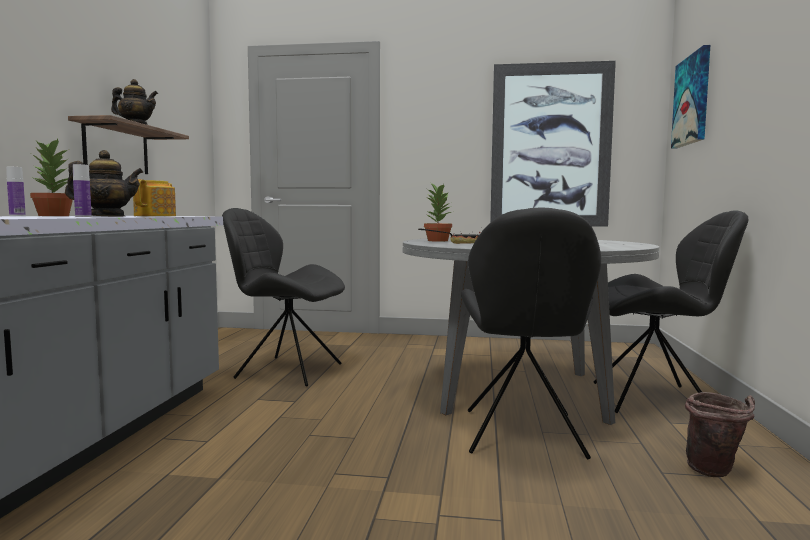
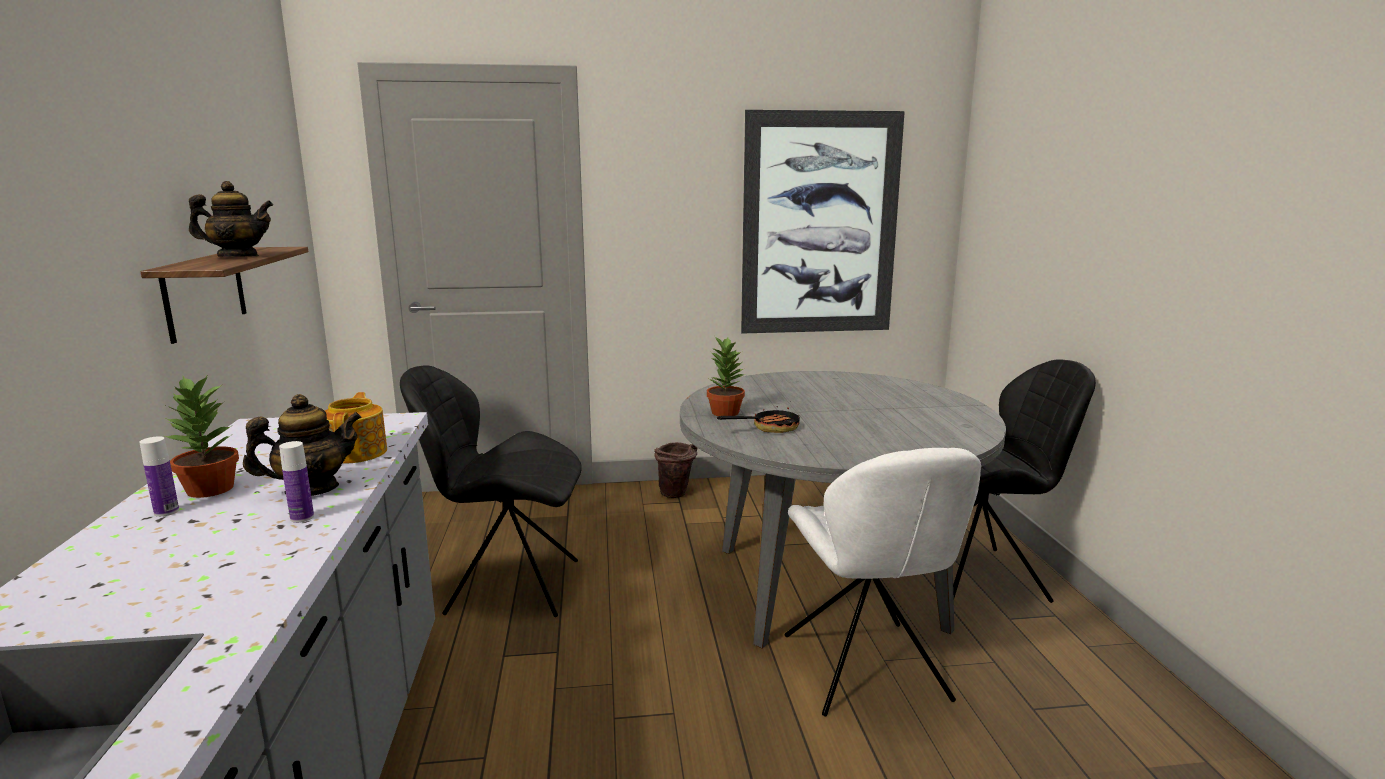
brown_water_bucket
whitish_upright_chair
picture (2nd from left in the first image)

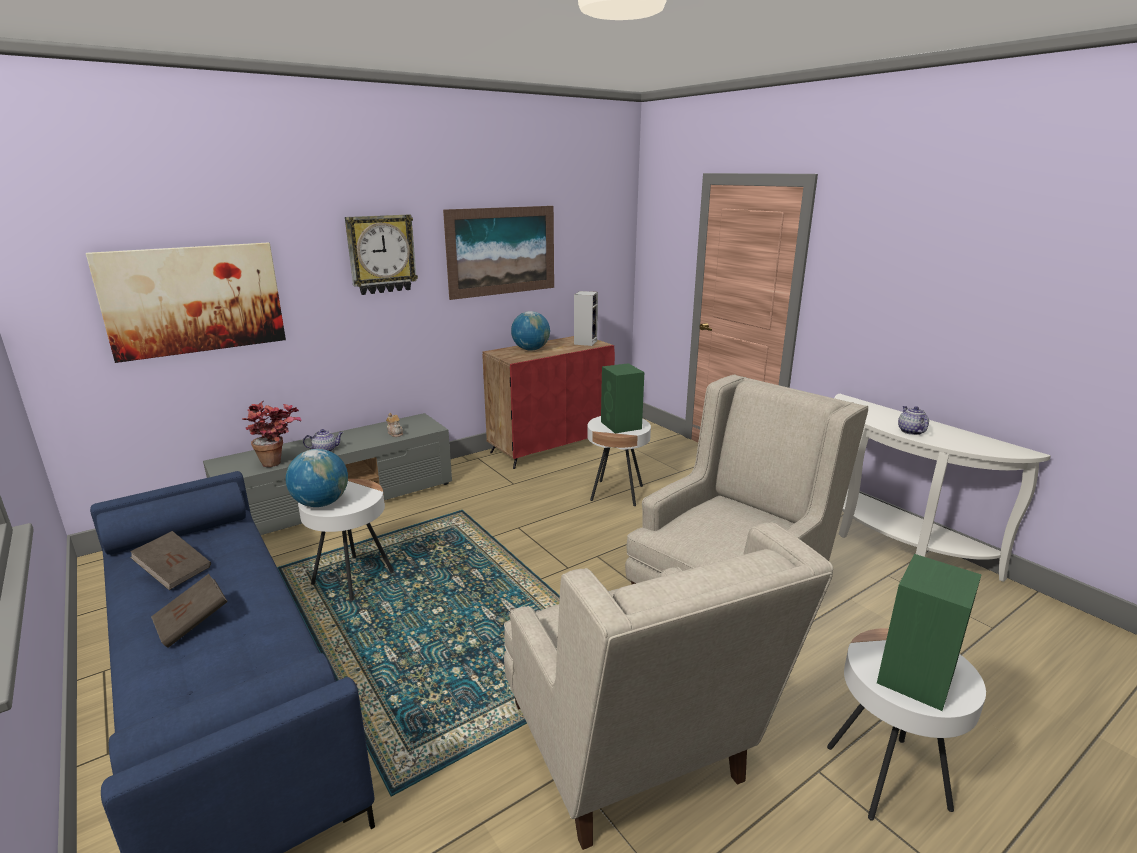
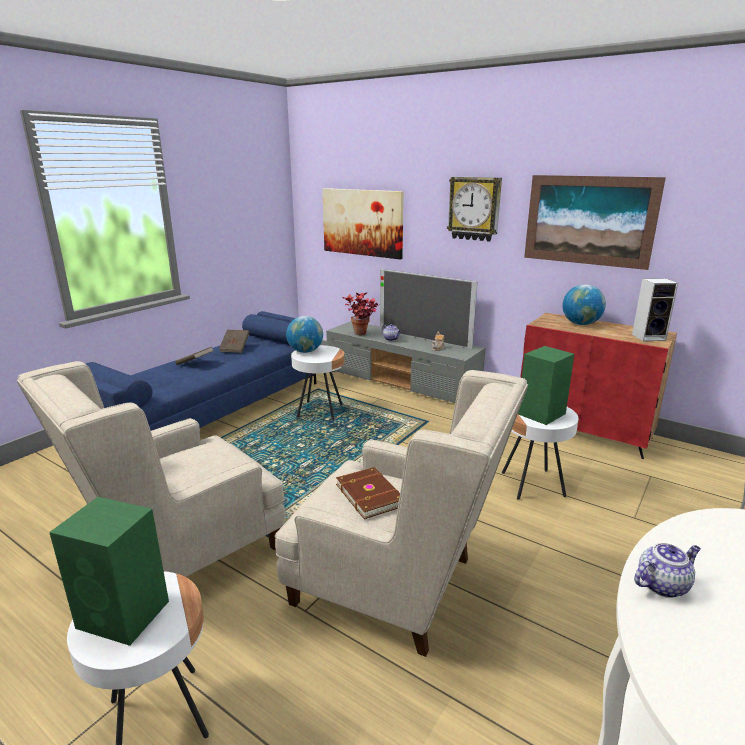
brown_book (3rd from left)
television

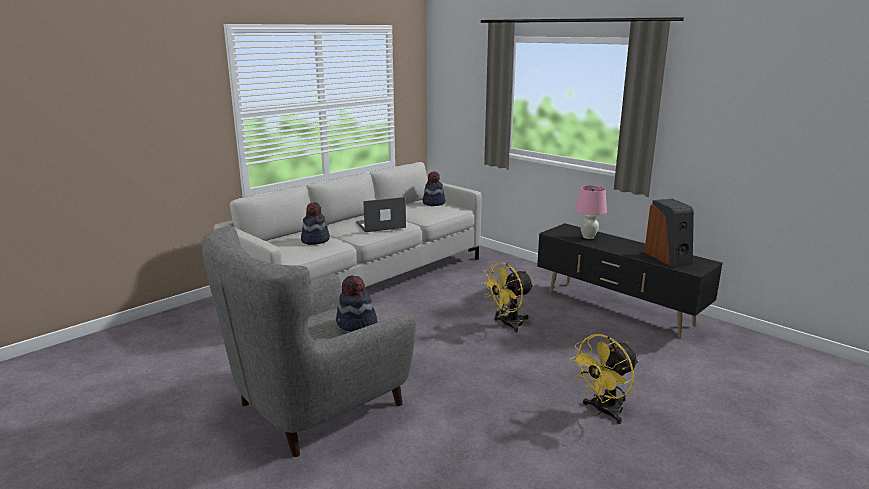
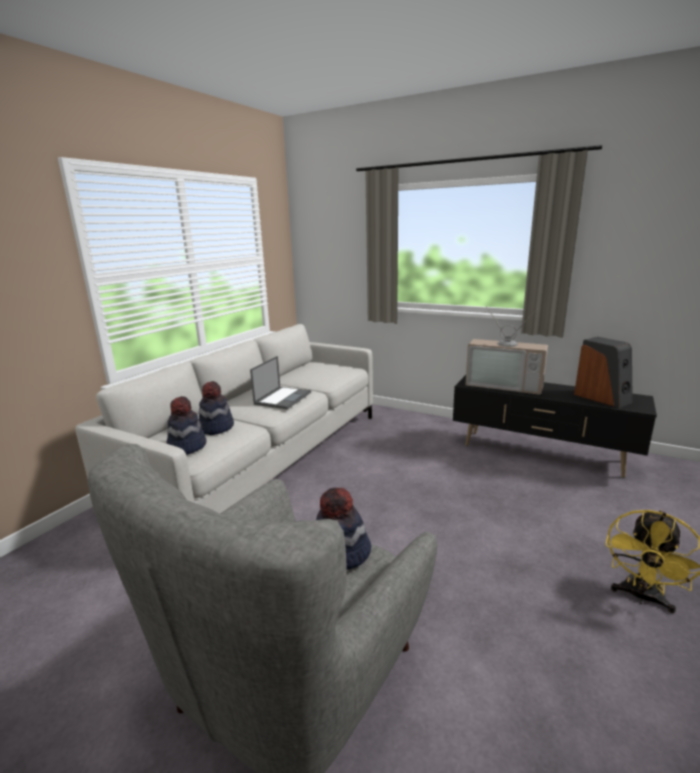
hat (1st from left)
portable_computer
television
yellowish_cooling_fan (1st from left in the first image)

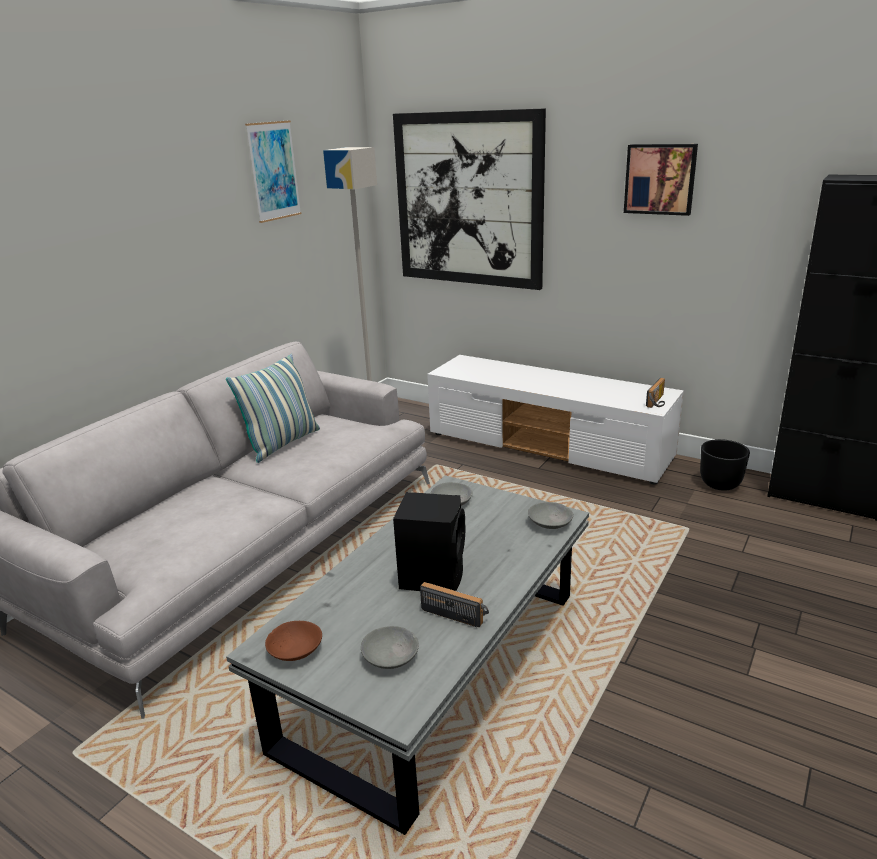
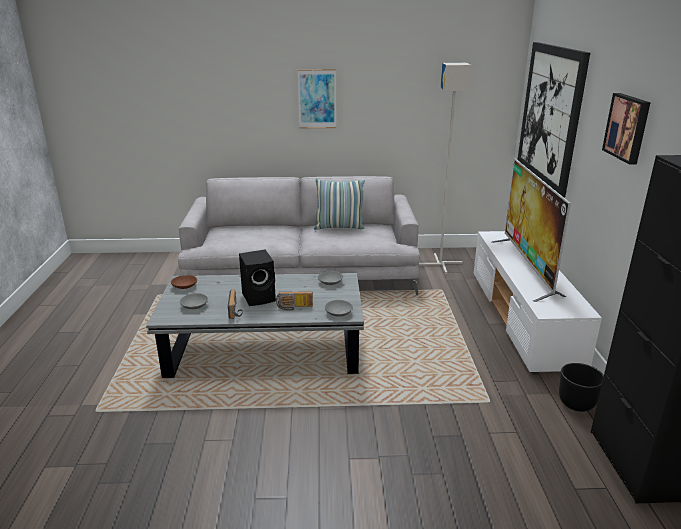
radio_receiver (2nd from left)
picture (1st from left)
television

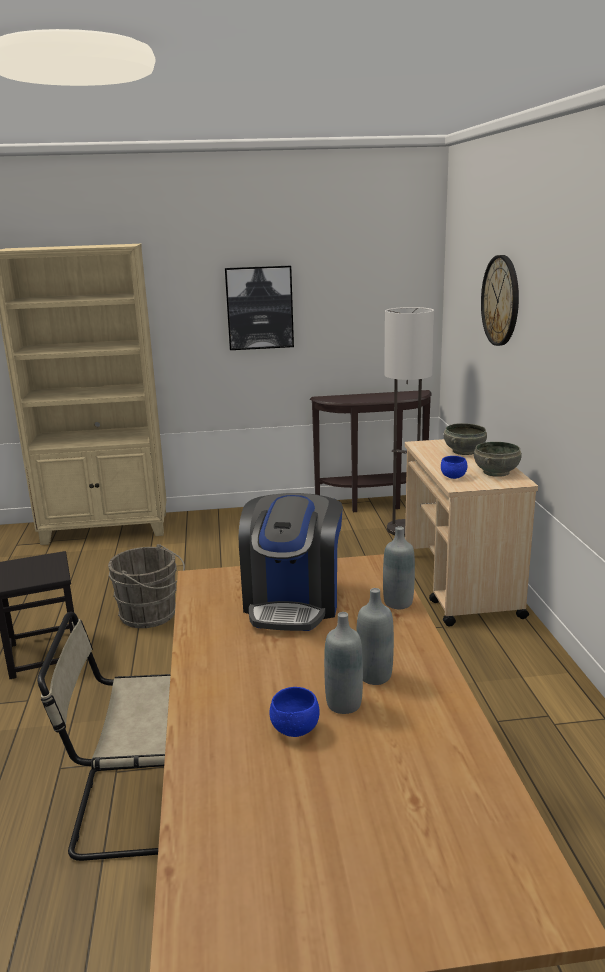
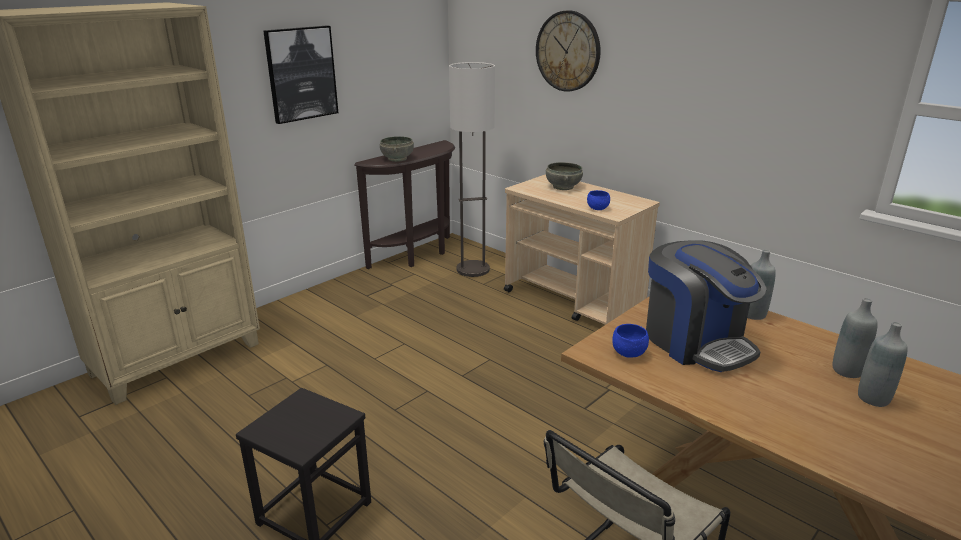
grey_deep_dish (1st from left)
blue-coloured_deep_dish (2nd from left)
grey_water_bucket

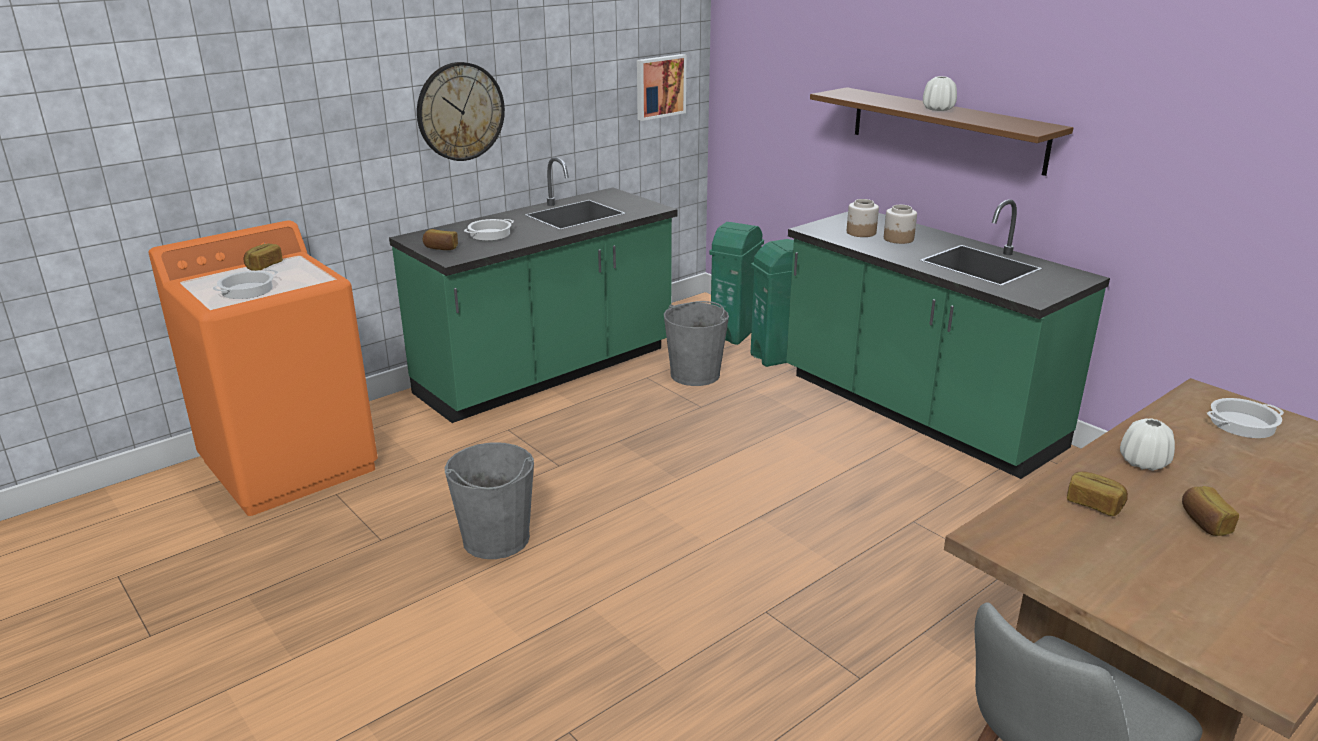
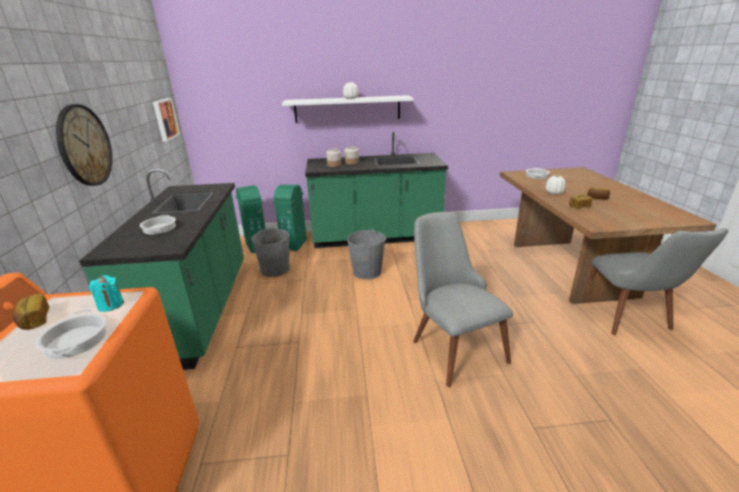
turquoise_wax_light
whitish_wall_shelf
grey_water_bucket (2nd from left)
grey_upright_chair (1st from left)
bread (2nd from left in the first image)

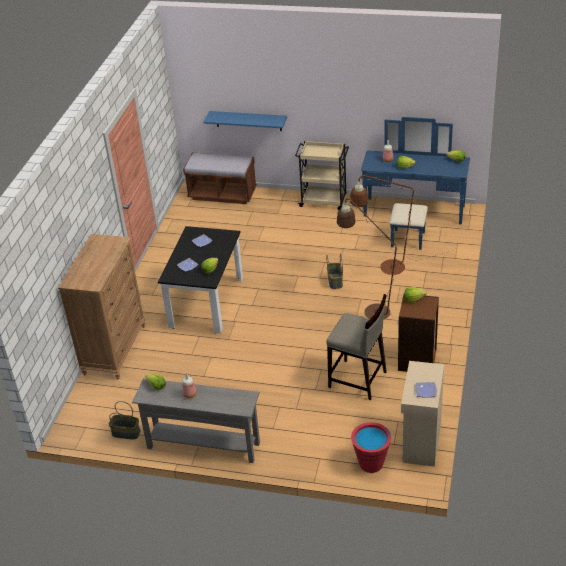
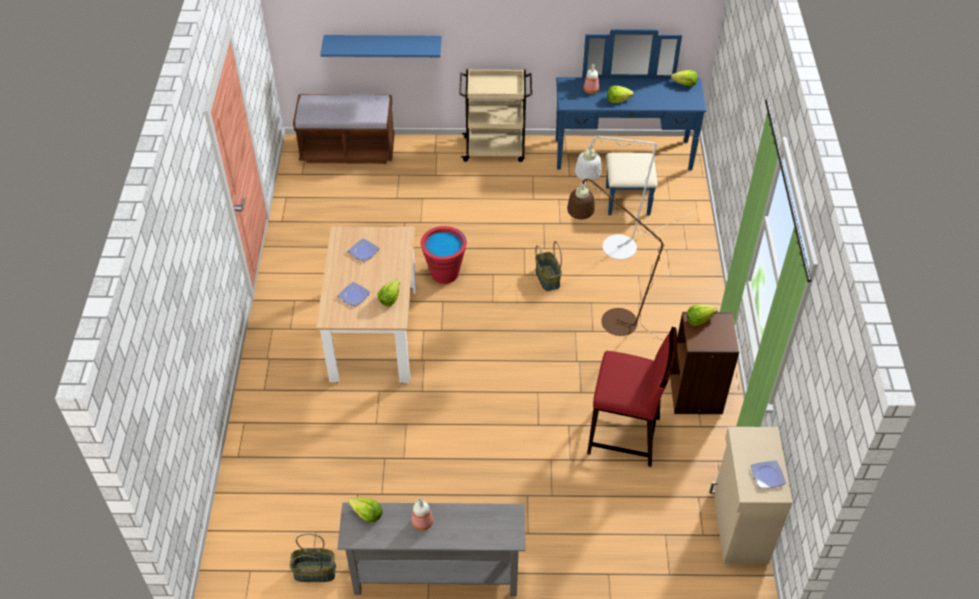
beige_dining_table
red-coloured_water_bucket
whitish_standing_lamp
red-coloured_stool
brown_dresser

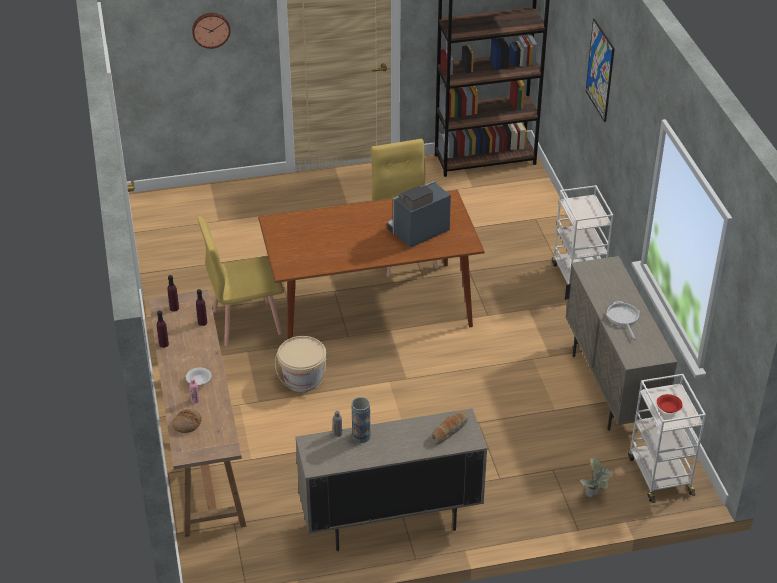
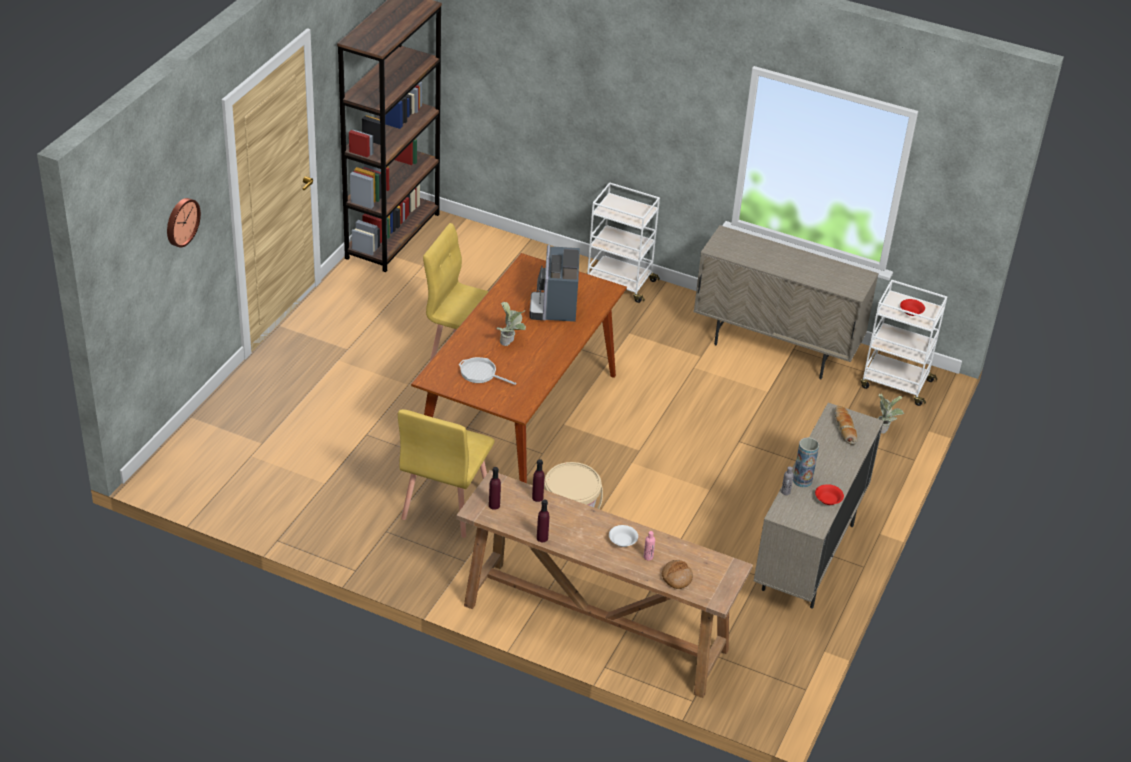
pan
plant_in_a_pot (1st from left)
red-coloured_deep_dish (1st from left)
picture

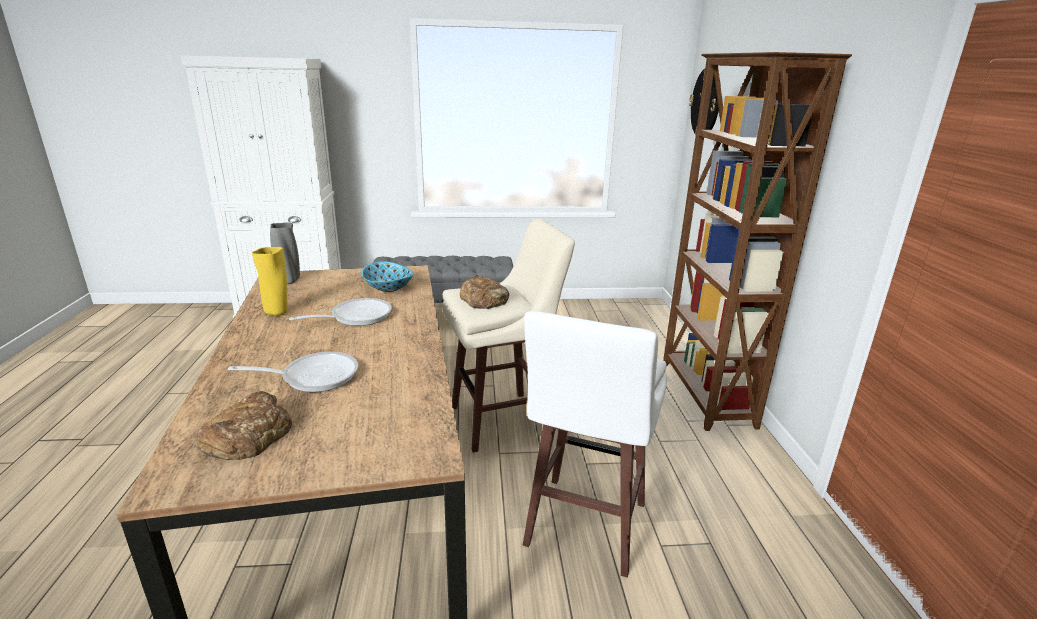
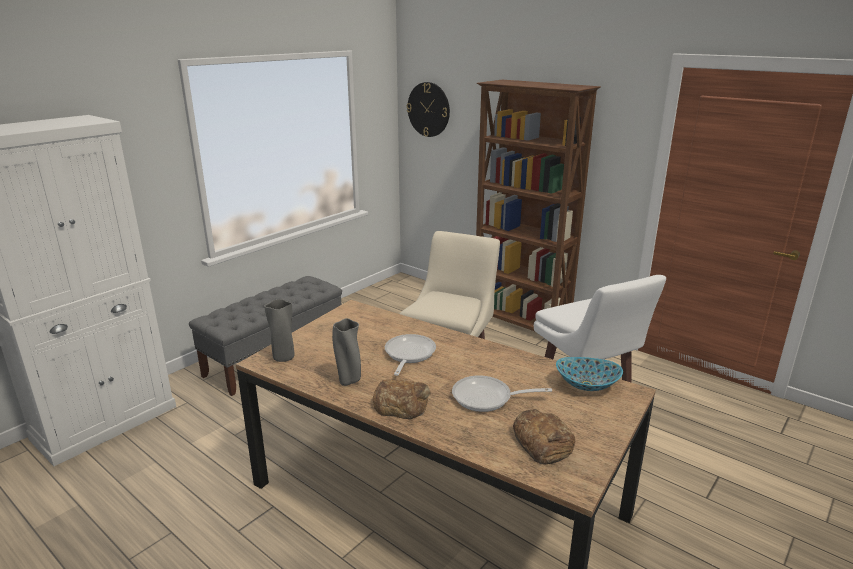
grey_decorative_vase (2nd from left)
bread (1st from left)
pan (2nd from left)
deep_dish

